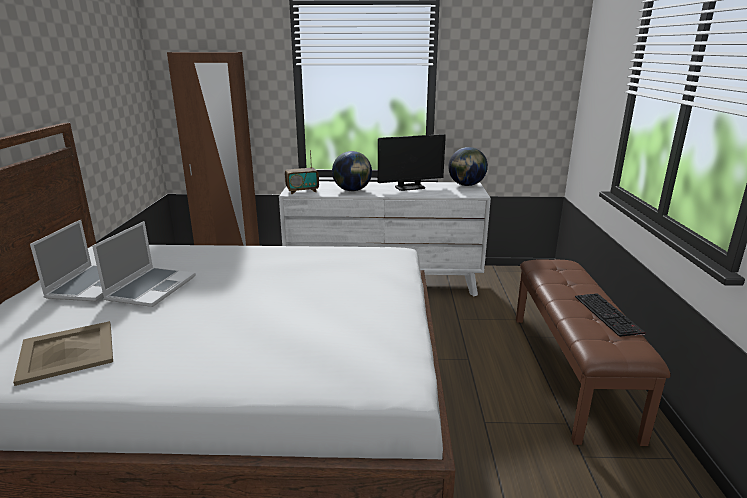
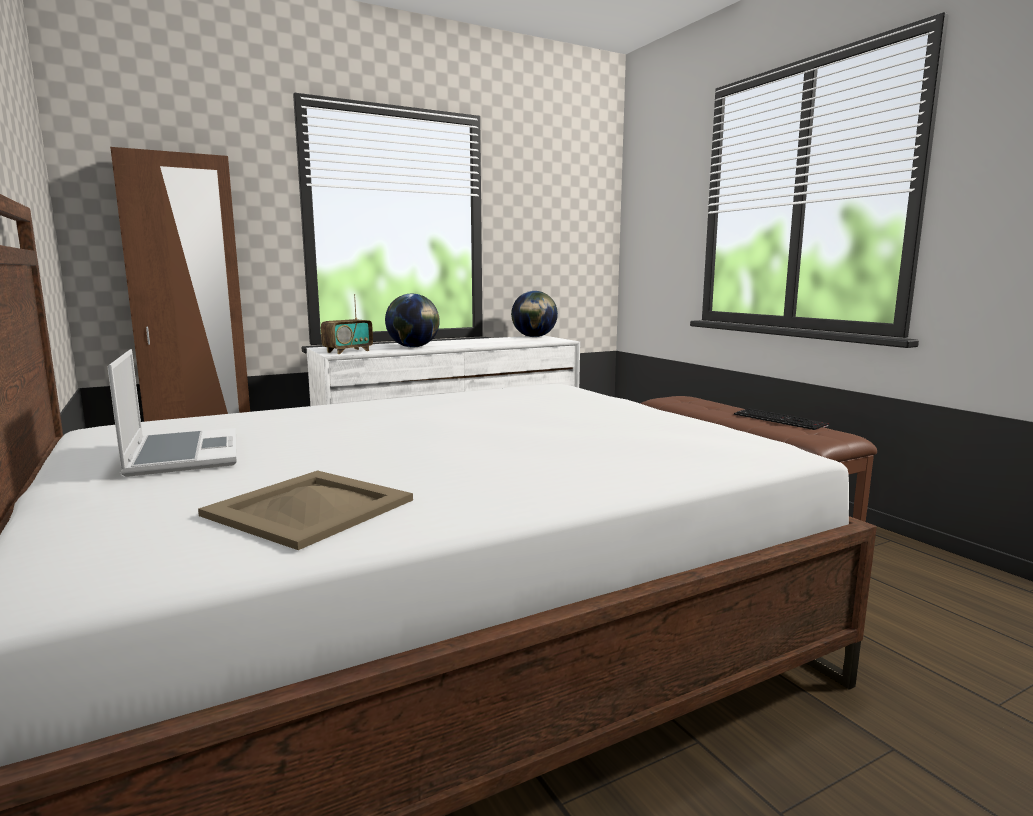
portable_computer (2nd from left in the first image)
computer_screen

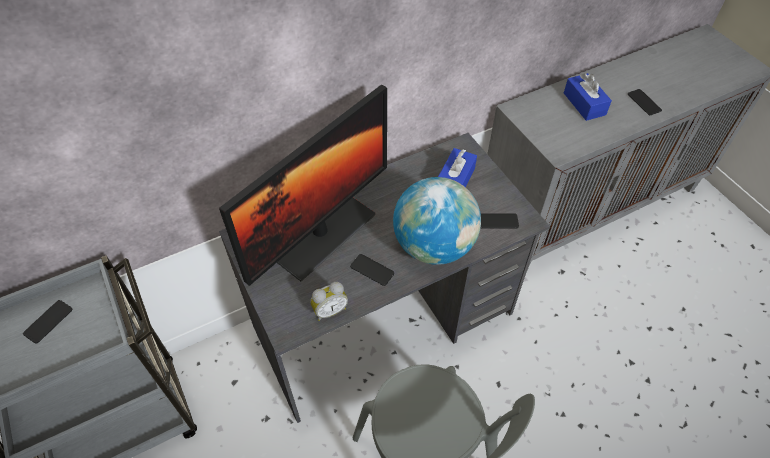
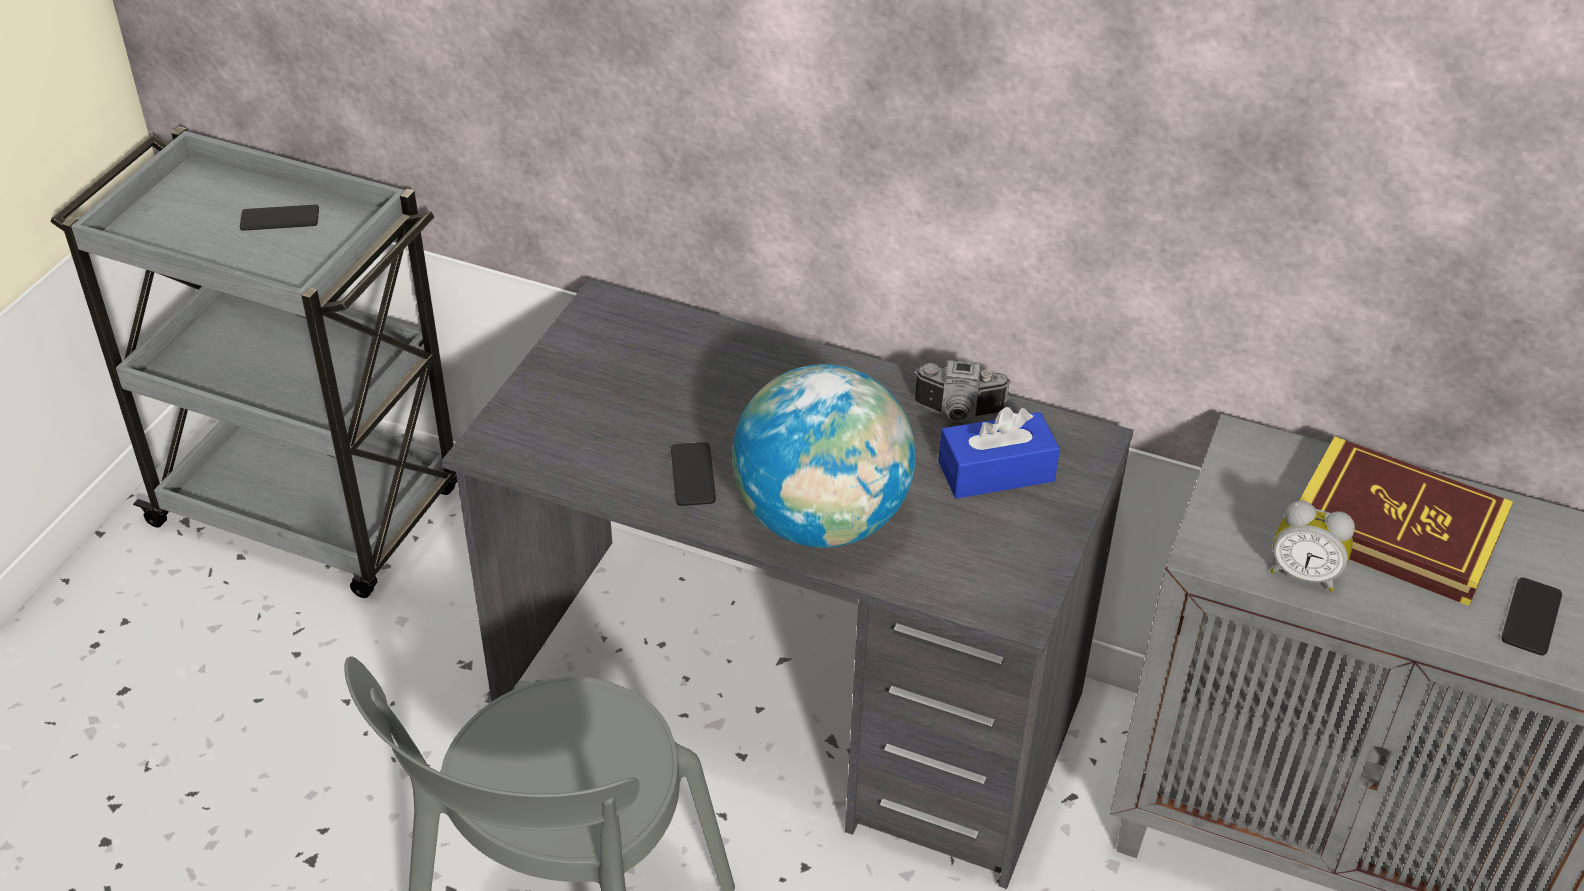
photo_camera
alarm_clock
book
computer_screen
telephone (3rd from left in the first image)

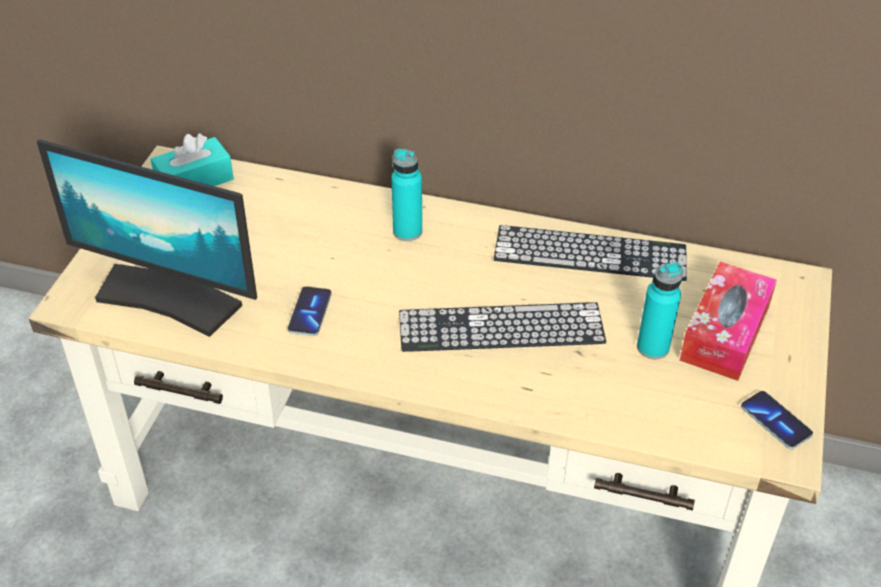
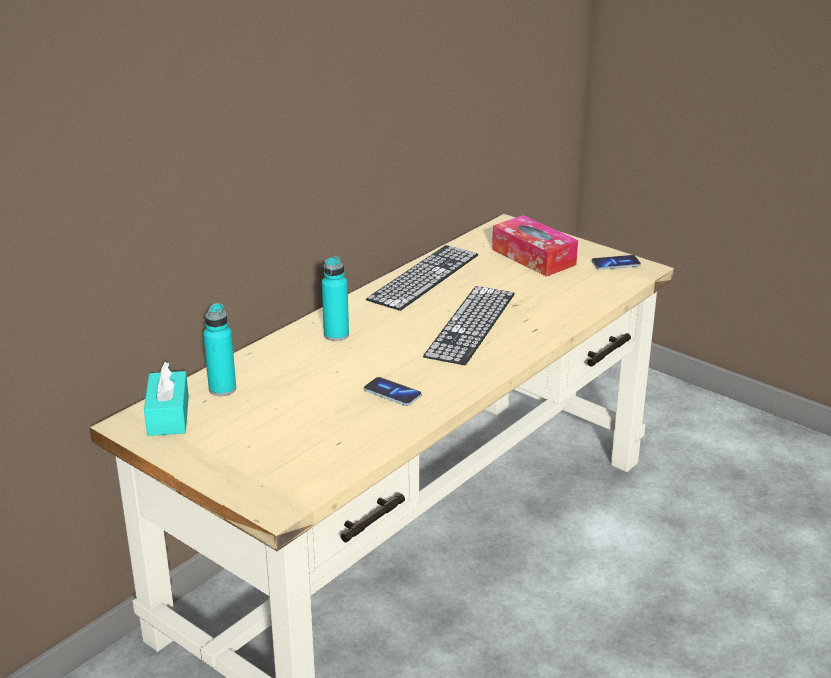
turquoise_drink_bottle (1st from left)
computer_screen

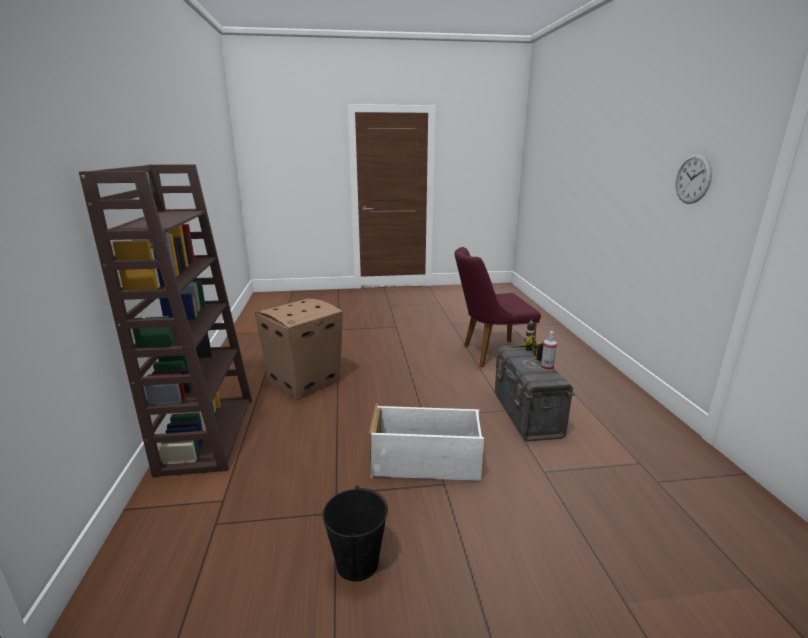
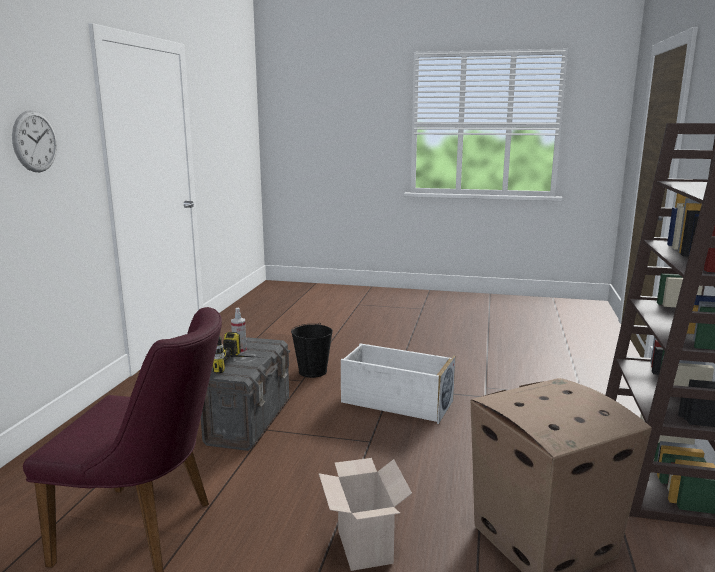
blackish_water_bucket
carton (1st from left)

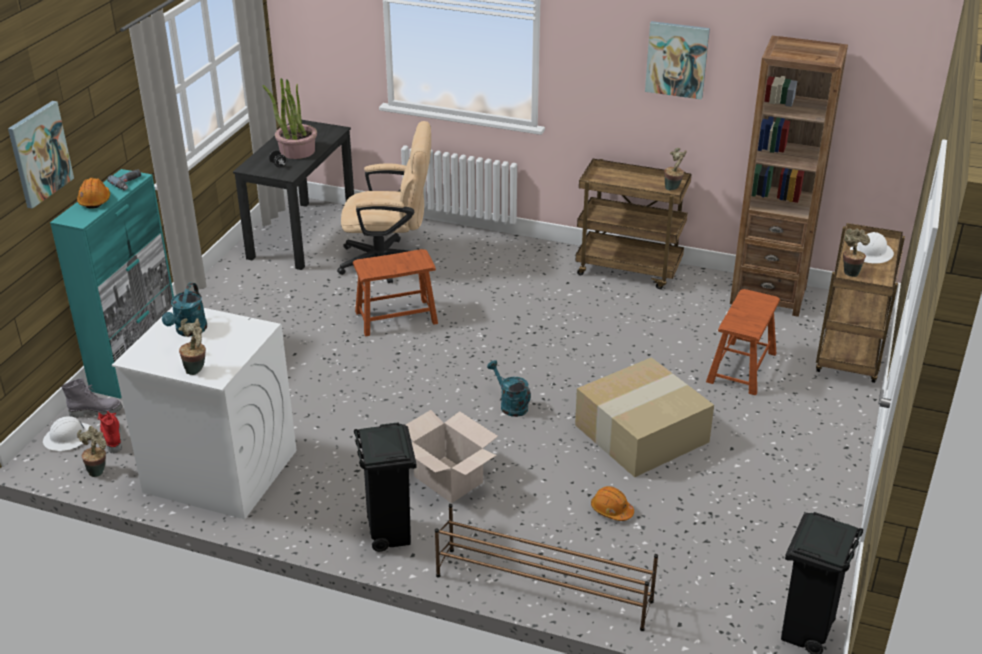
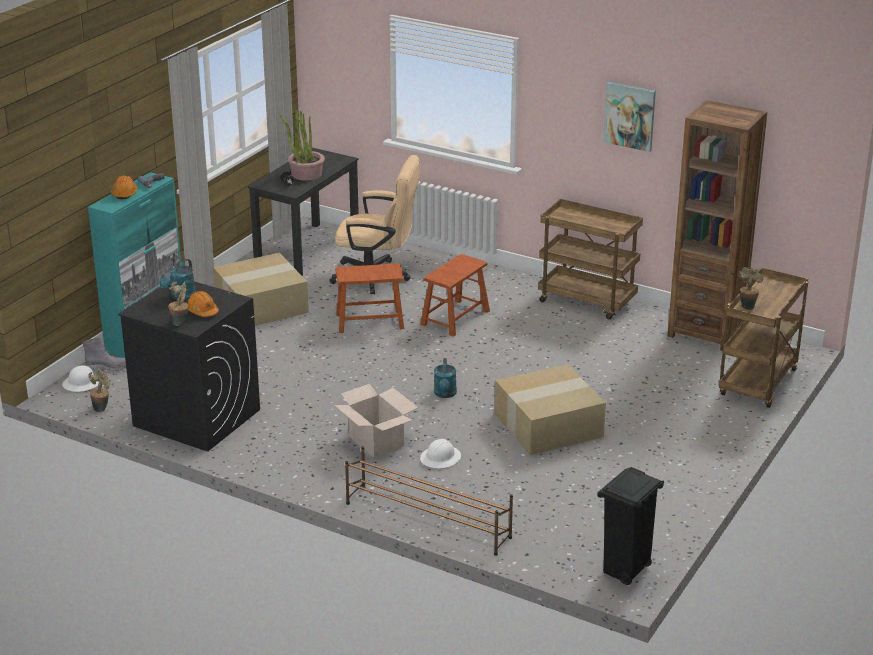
blackish_washing_machine
orangey_hard_hat (2nd from left)
carton (1st from left)
brown_stool (2nd from left)
whitish_hard_hat (2nd from left)
turquoise_watering_pot (2nd from left)
picture (1st from left in the first image)
red-coloured_boot
blackish_rubbish_bin (1st from left in the first image)
plant_in_a_pot (4th from left in the first image)

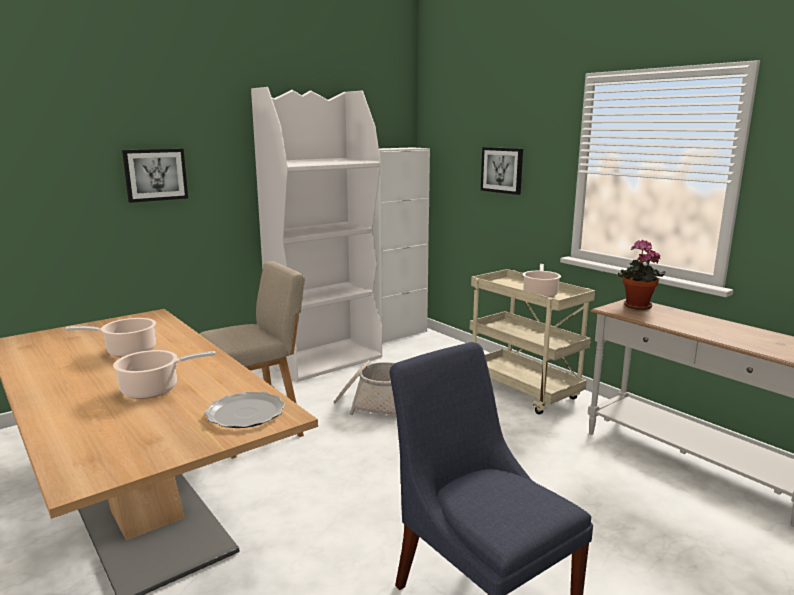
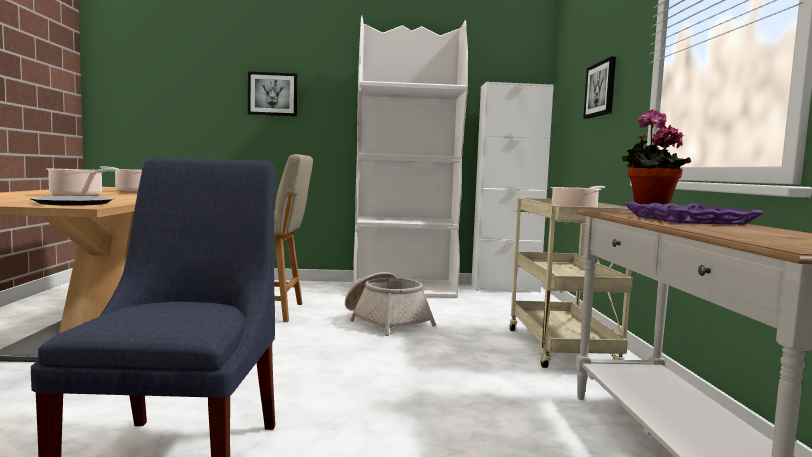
purple_tray

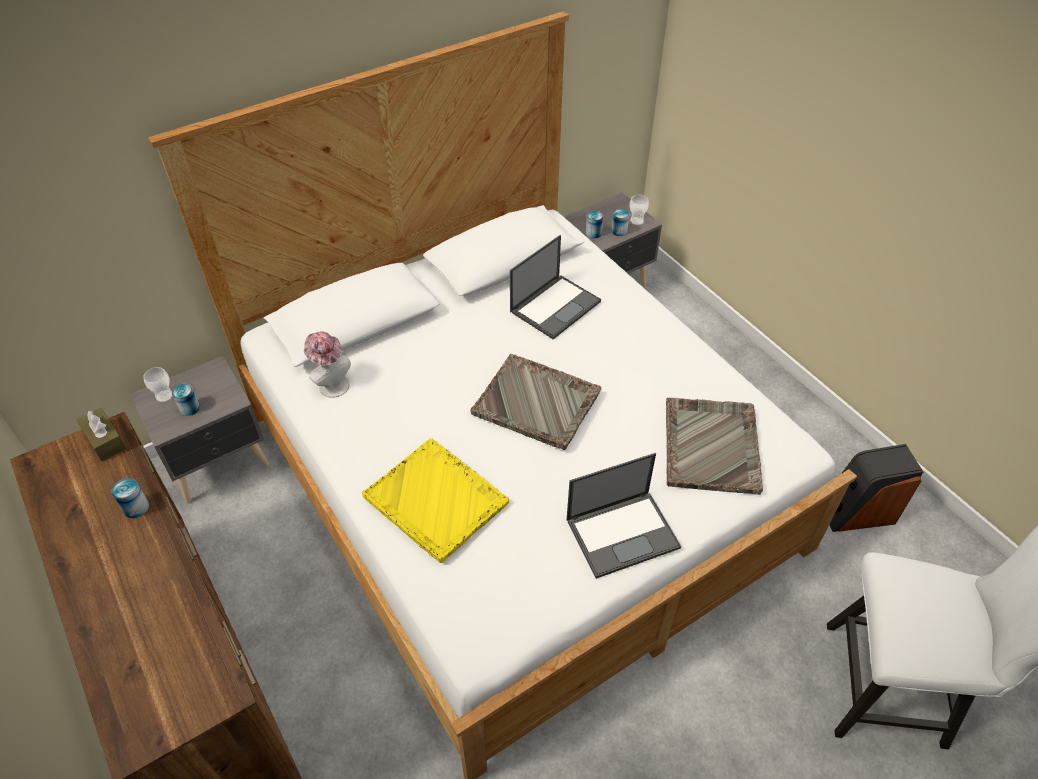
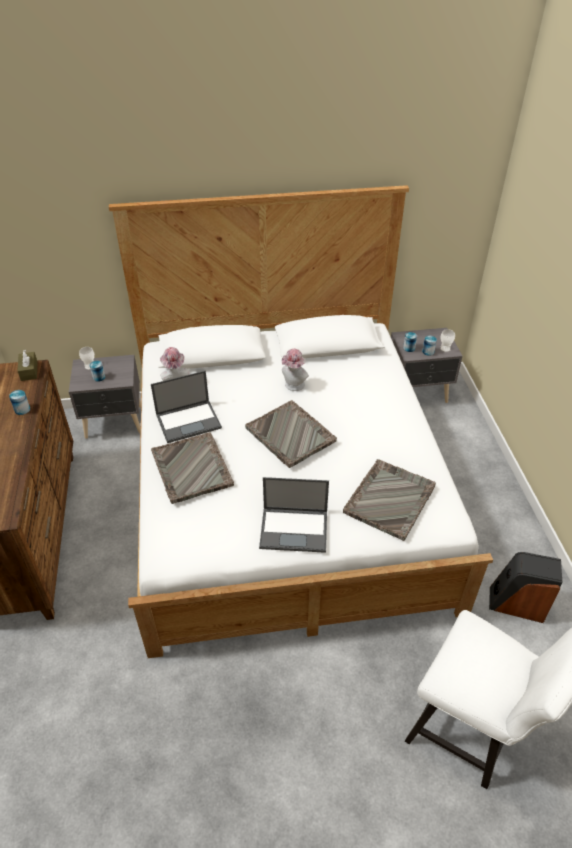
portable_computer (1st from left)
grey_tray (1st from left)
hat (2nd from left)

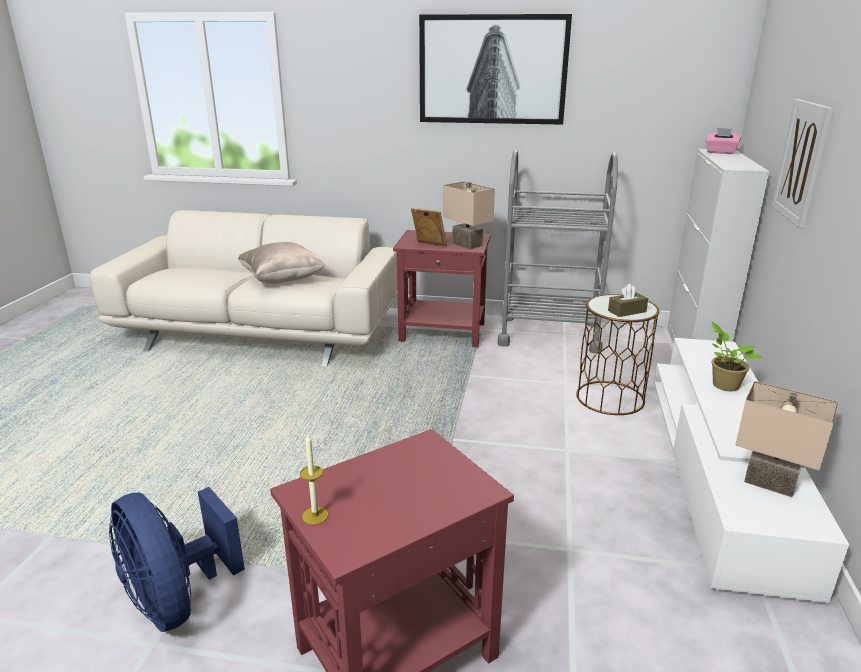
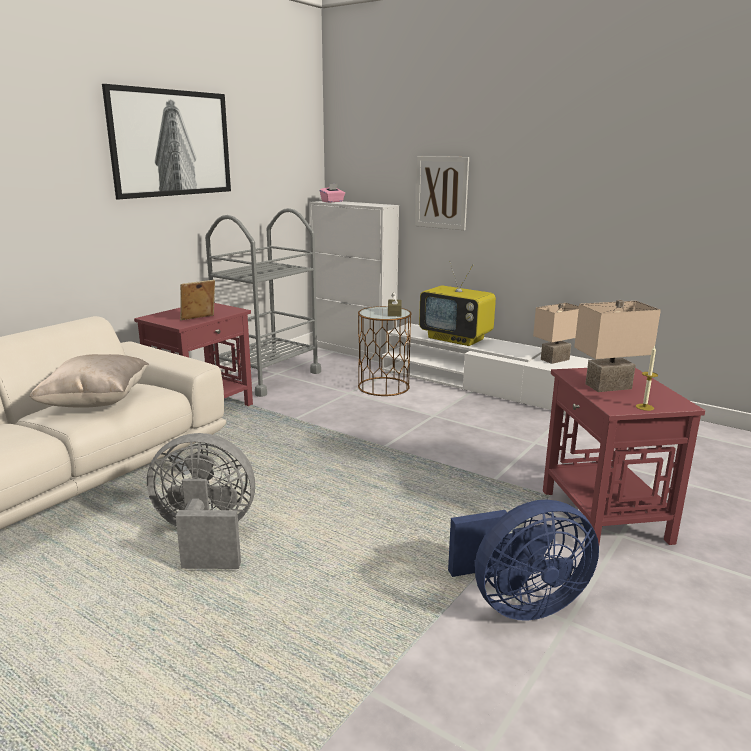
grey_cooling_fan
television
beige_lamp_for_a_table (2nd from left)

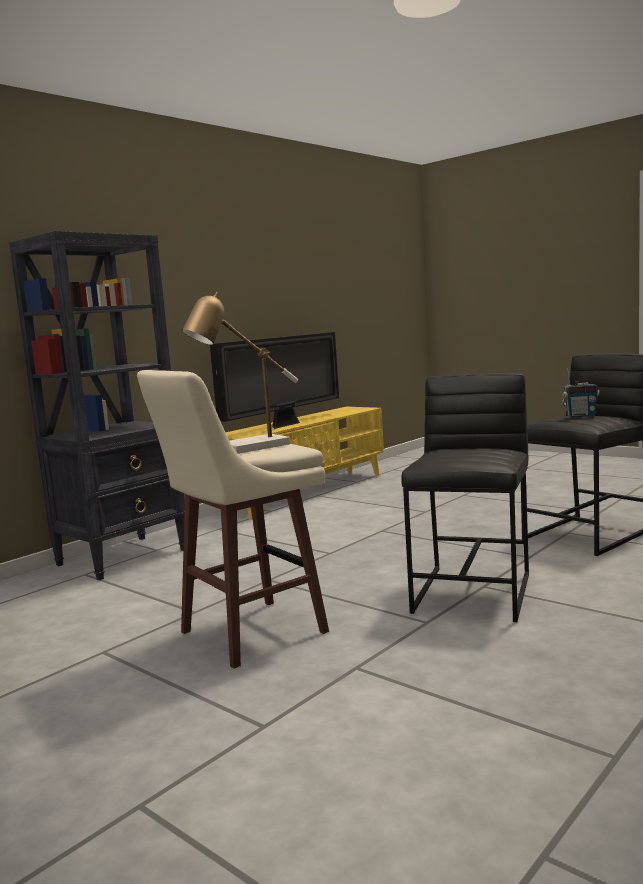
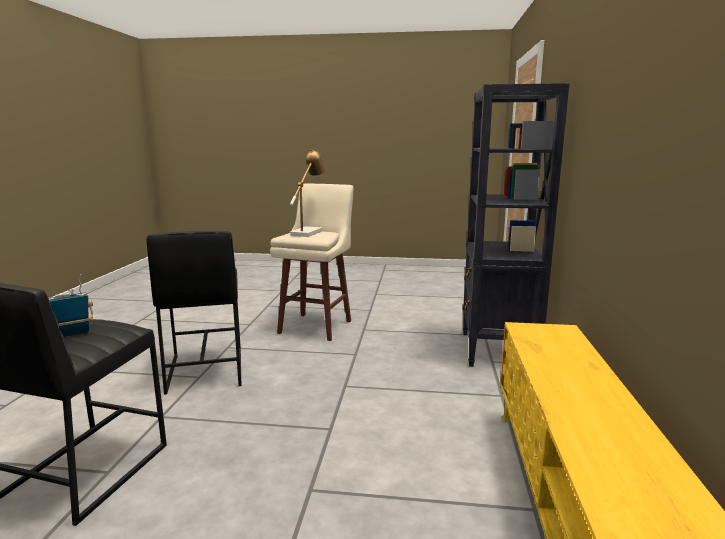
television

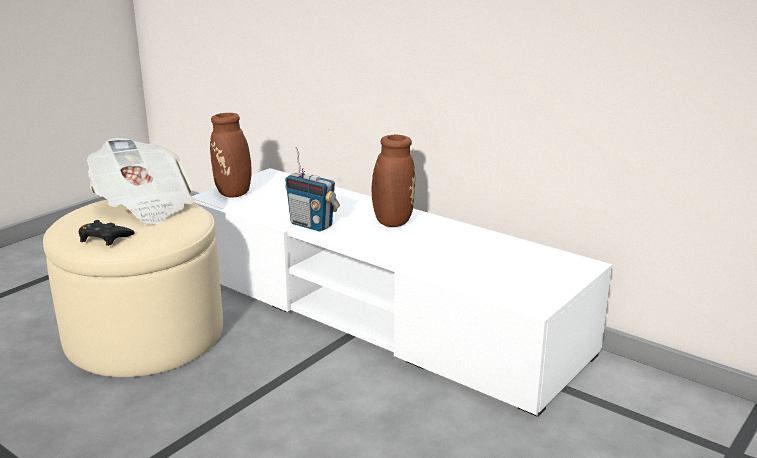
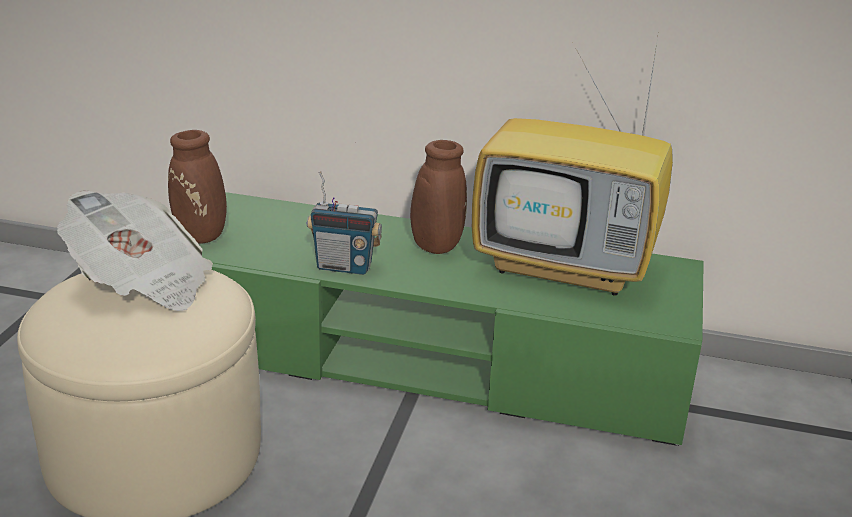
green-coloured_tv_unit
television
blackish_joypad

